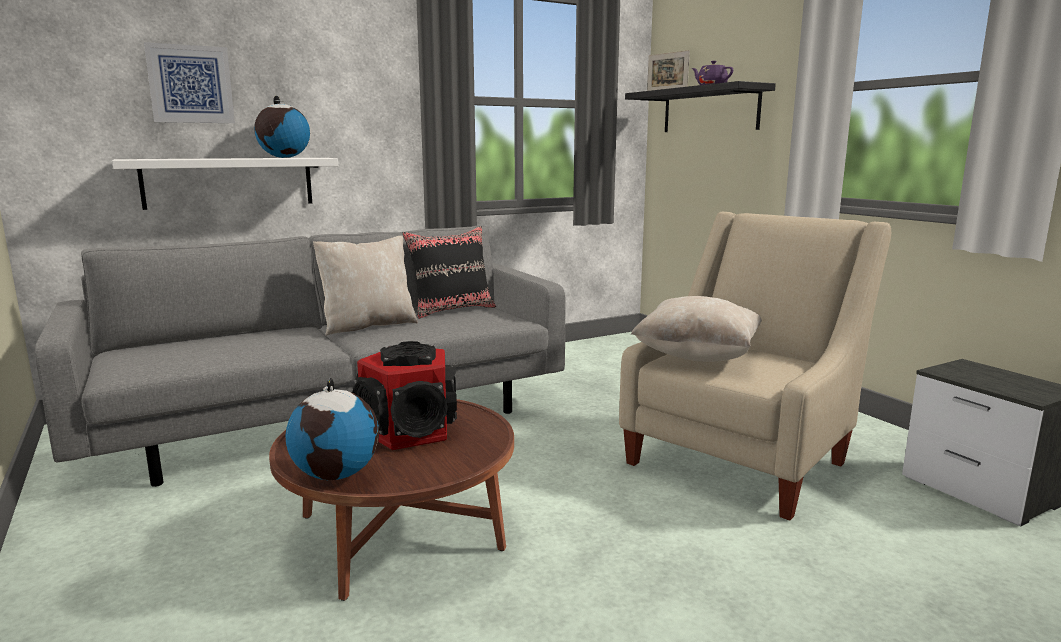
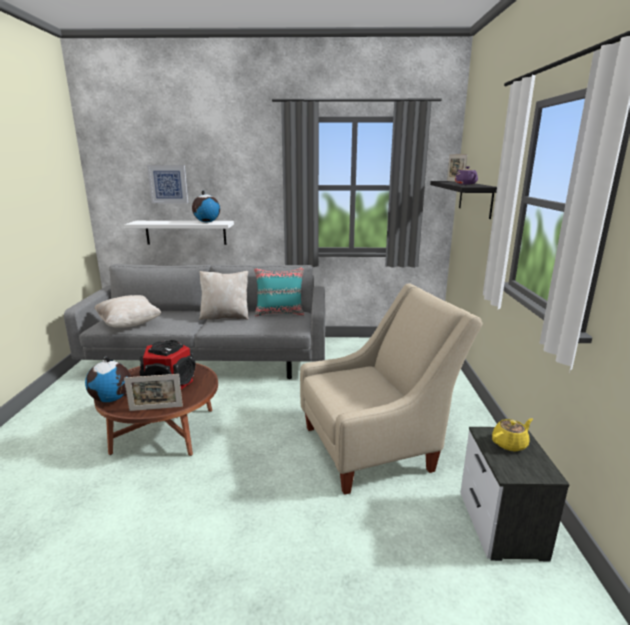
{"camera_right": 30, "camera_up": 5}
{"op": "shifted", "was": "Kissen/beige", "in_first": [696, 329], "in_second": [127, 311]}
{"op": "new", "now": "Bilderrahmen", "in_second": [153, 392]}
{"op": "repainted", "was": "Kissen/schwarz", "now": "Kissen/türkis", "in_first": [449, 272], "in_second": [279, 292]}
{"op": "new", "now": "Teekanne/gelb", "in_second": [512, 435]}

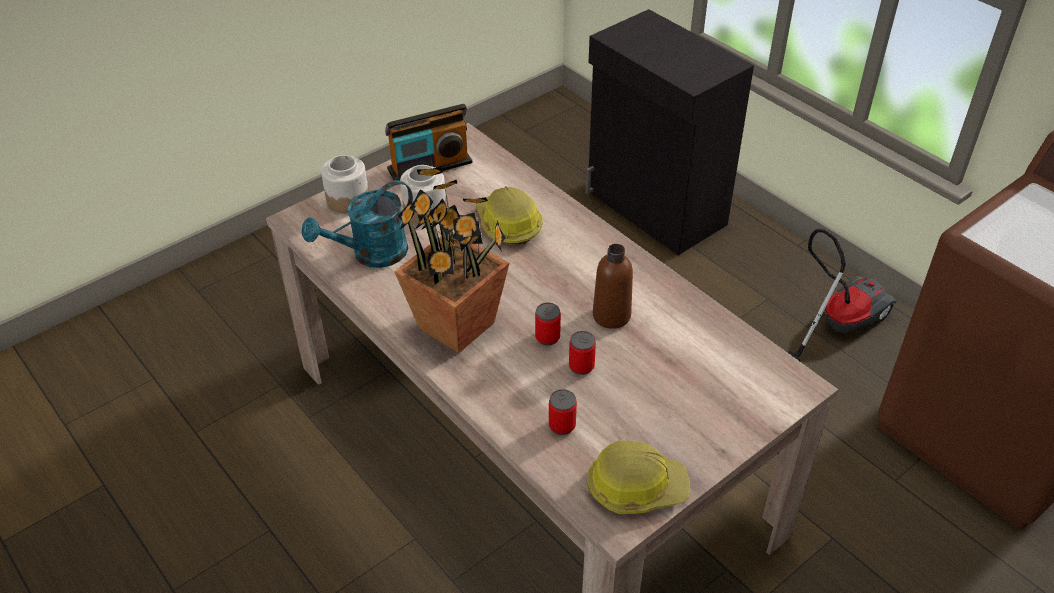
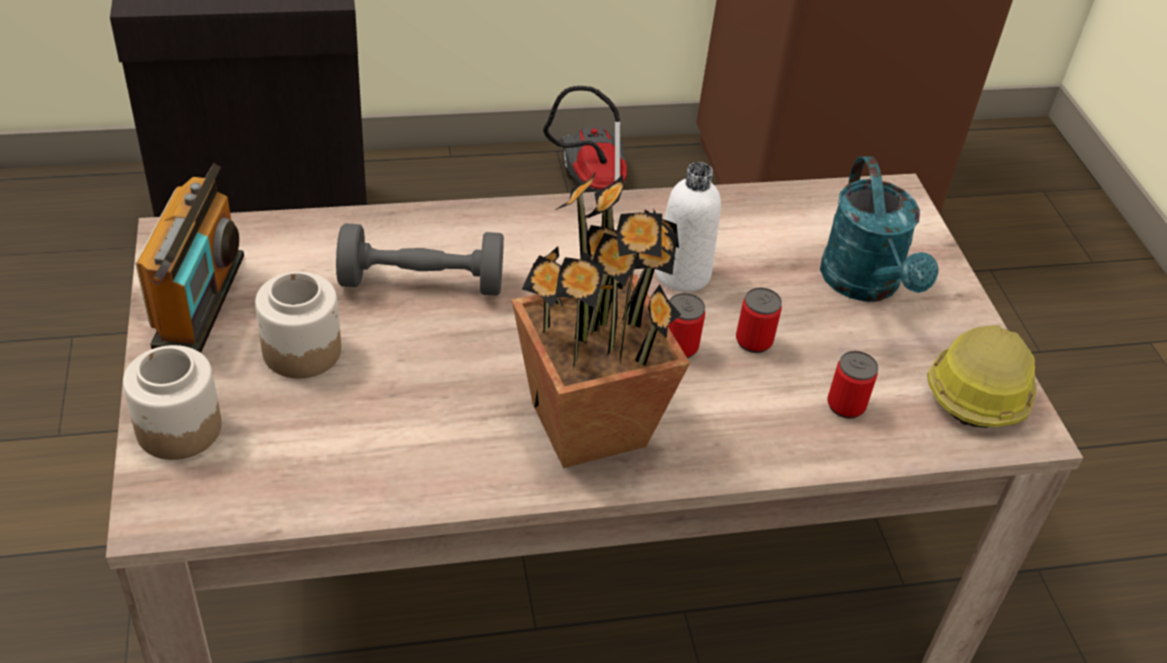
{"camera_right": -65, "camera_up": 0}
{"op": "swapped", "was": "Schutzhelm", "now": "Hantel/grau", "in_first": [509, 215], "in_second": [420, 259]}
{"op": "repainted", "was": "Flasche/braun", "now": "Flasche/weiß", "in_first": [613, 286], "in_second": [688, 227]}
{"op": "shifted", "was": "Gießkanne/türkis", "in_first": [357, 224], "in_second": [879, 229]}

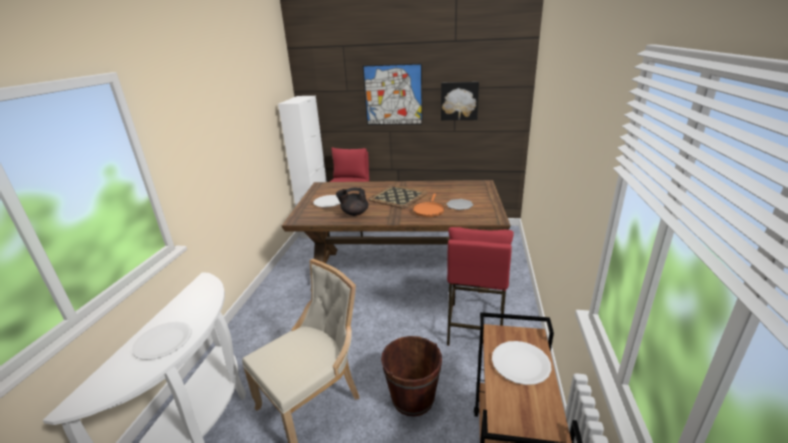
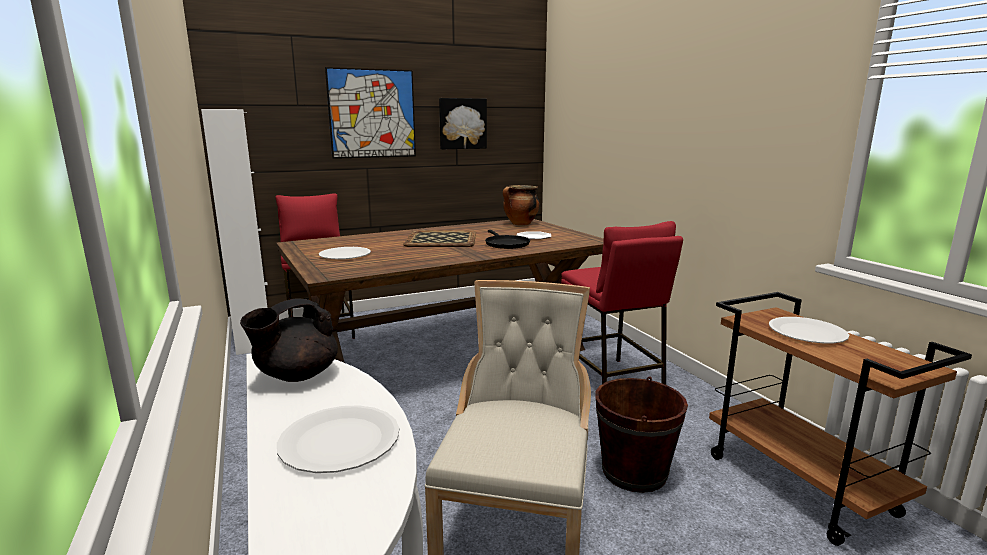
{"camera_right": -35, "camera_up": -10}
{"op": "shifted", "was": "Teekanne/schwarz", "in_first": [352, 201], "in_second": [289, 340]}
{"op": "repainted", "was": "Pfanne/orange", "now": "Pfanne/schwarz", "in_first": [429, 205], "in_second": [507, 239]}
{"op": "new", "now": "Kochtopf", "in_second": [521, 205]}

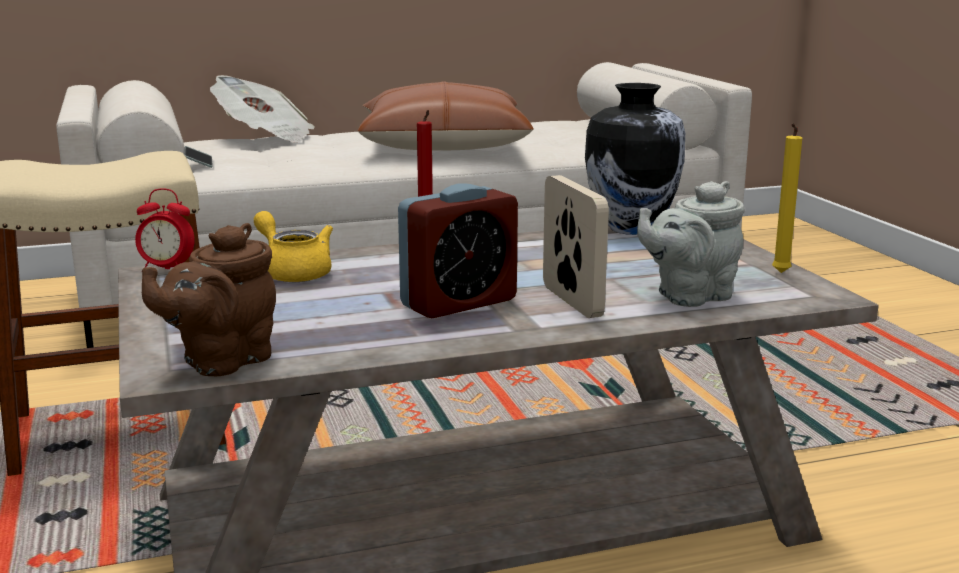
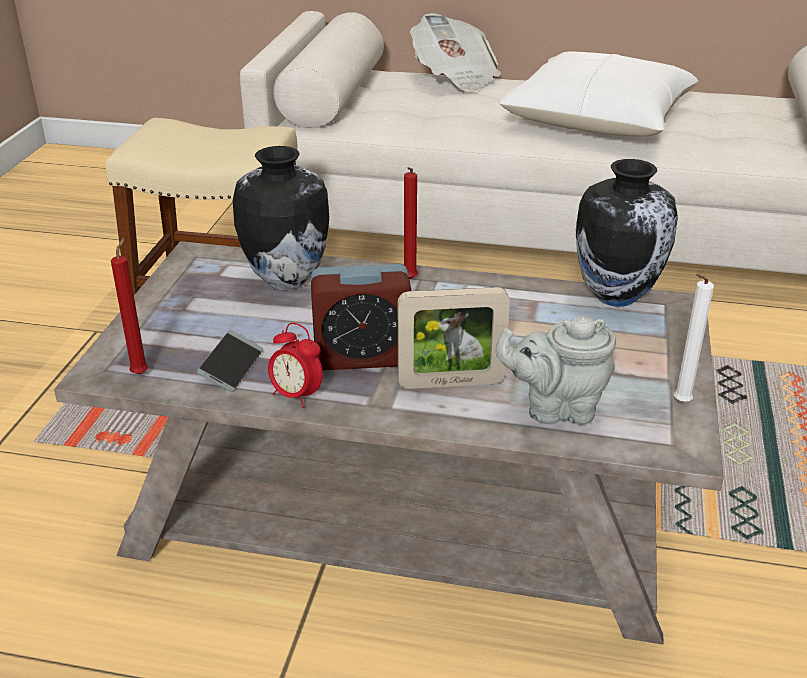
{"camera_right": 30, "camera_up": 15}
{"op": "swapped", "was": "Teekanne/braun", "now": "Kerze/rot", "in_first": [209, 299], "in_second": [129, 306]}
{"op": "shifted", "was": "Handy", "in_first": [198, 157], "in_second": [230, 361]}
{"op": "swapped", "was": "Teekanne/gelb", "now": "Vase", "in_first": [293, 246], "in_second": [281, 218]}
{"op": "shifted", "was": "Wecker", "in_first": [165, 228], "in_second": [295, 365]}
{"op": "rotated", "was": "Bilderrahmen", "in_first": [576, 246], "in_second": [454, 338], "clockwise": 75}
{"op": "repainted", "was": "Kissen/braun", "now": "Kissen/weiß", "in_first": [446, 116], "in_second": [598, 94]}
{"op": "repainted", "was": "Kerze/gelb", "now": "Kerze/weiß", "in_first": [787, 198], "in_second": [694, 338]}

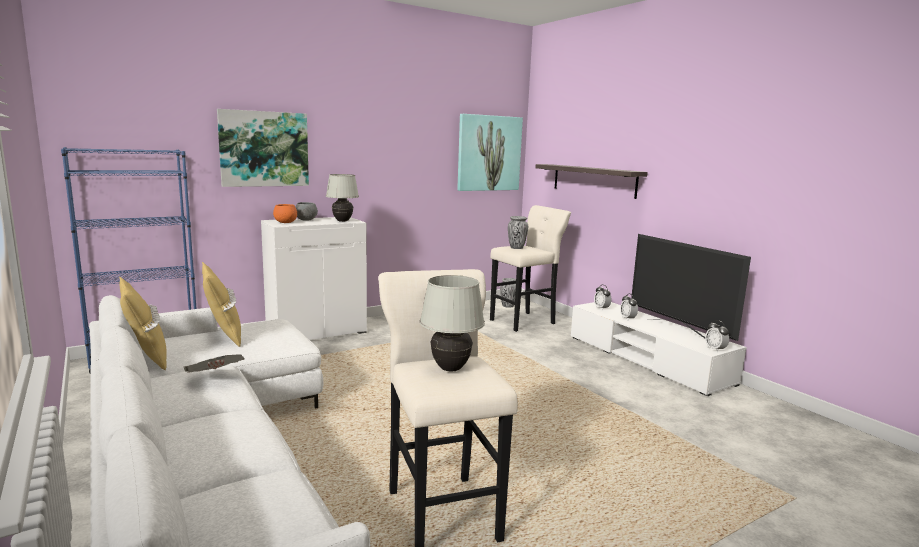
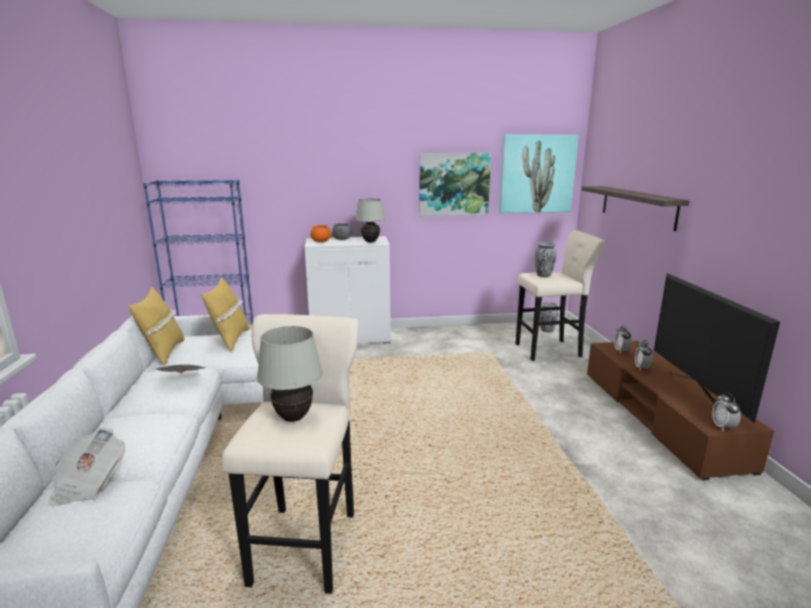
{"camera_right": 25, "camera_up": 5}
{"op": "new", "now": "Zeitung", "in_second": [86, 467]}
{"op": "shifted", "was": "Bild", "in_first": [263, 148], "in_second": [455, 184]}
{"op": "repainted", "was": "Fernsehschrank/weiß", "now": "Fernsehschrank/braun", "in_first": [658, 349], "in_second": [680, 410]}

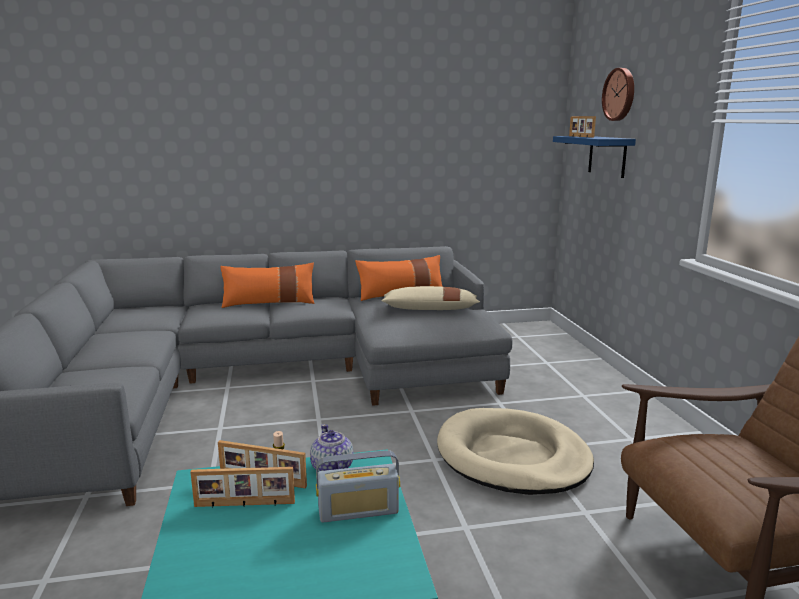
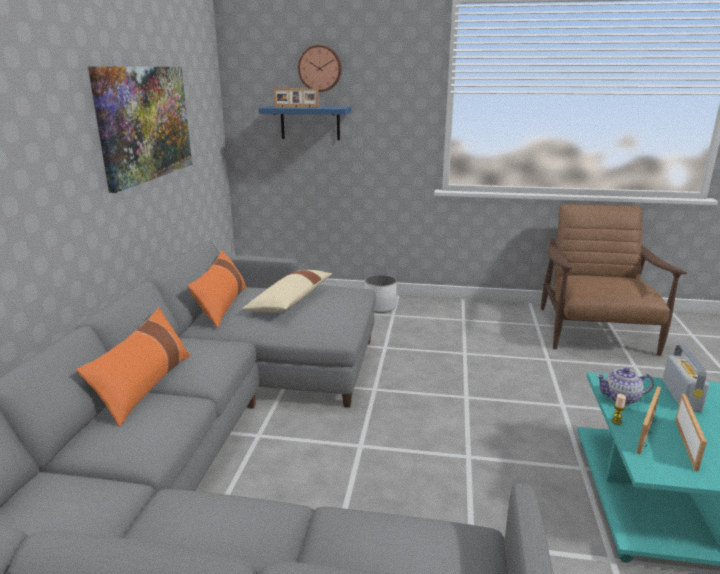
{"camera_right": -70, "camera_up": 5}
{"op": "new", "now": "Bild", "in_second": [140, 129]}
{"op": "new", "now": "Pflanzkübel/weiß", "in_second": [381, 294]}
{"op": "gone", "was": "Hundebett/beige", "in_first": [515, 451]}

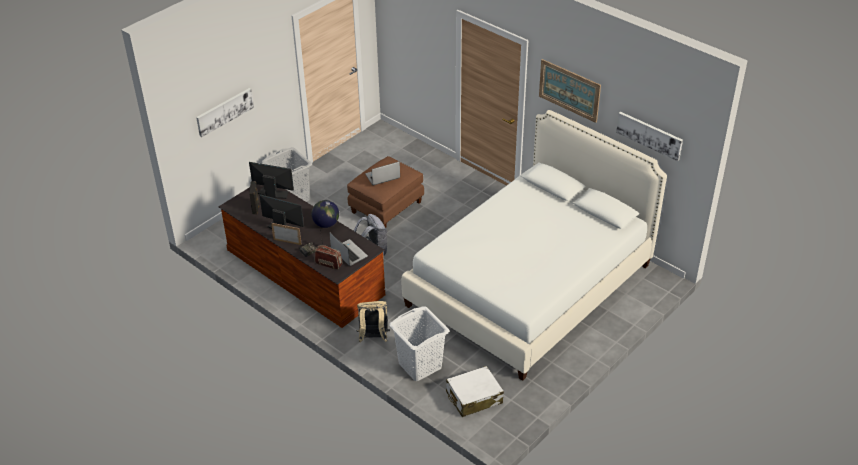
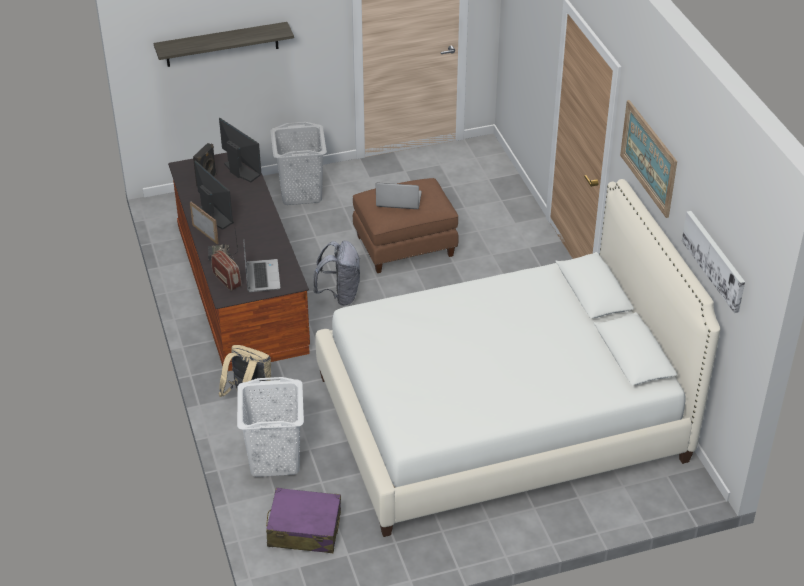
{"camera_right": 30, "camera_up": 0}
{"op": "swapped", "was": "Bild", "now": "Wandregal", "in_first": [225, 112], "in_second": [224, 44]}
{"op": "repainted", "was": "Koffer/weiß", "now": "Koffer/lila", "in_first": [475, 391], "in_second": [303, 520]}
{"op": "gone", "was": "Globus", "in_first": [325, 214]}

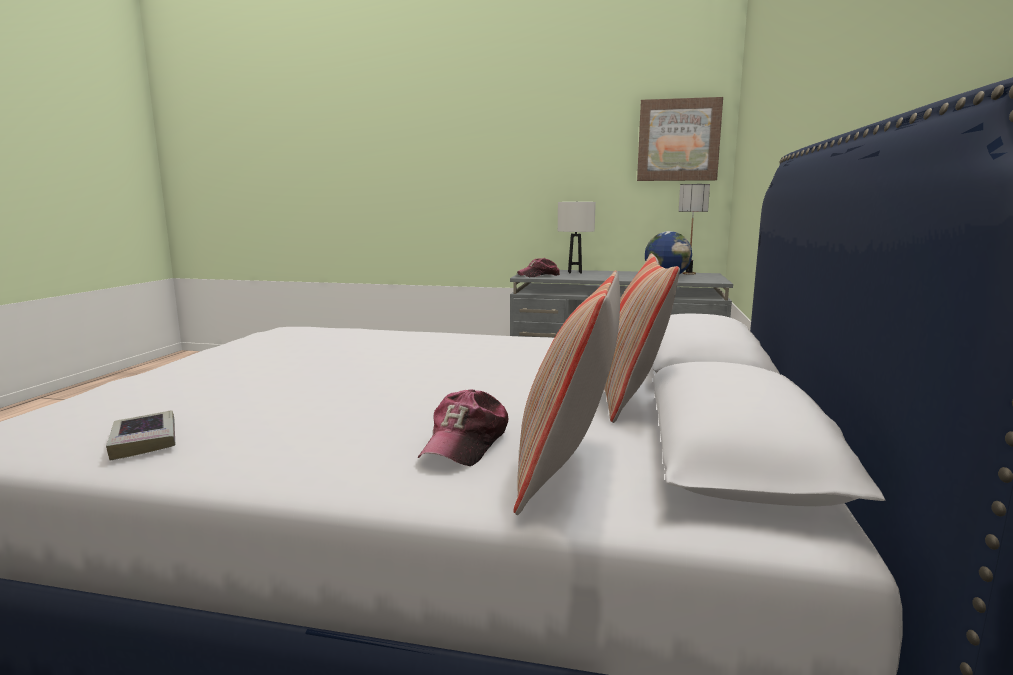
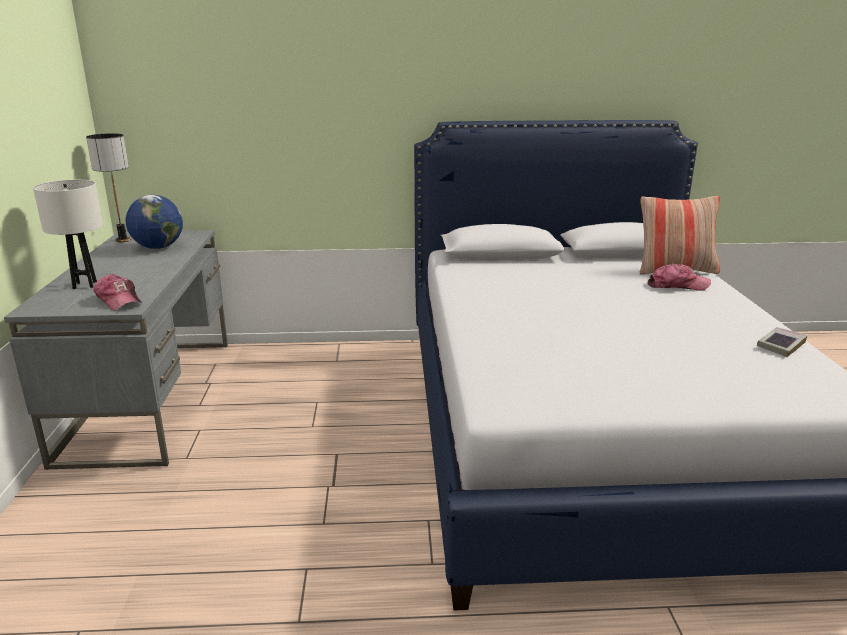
{"camera_right": -105, "camera_up": 10}
{"op": "gone", "was": "Kissen", "in_first": [642, 338]}
{"op": "gone", "was": "Bild", "in_first": [680, 139]}

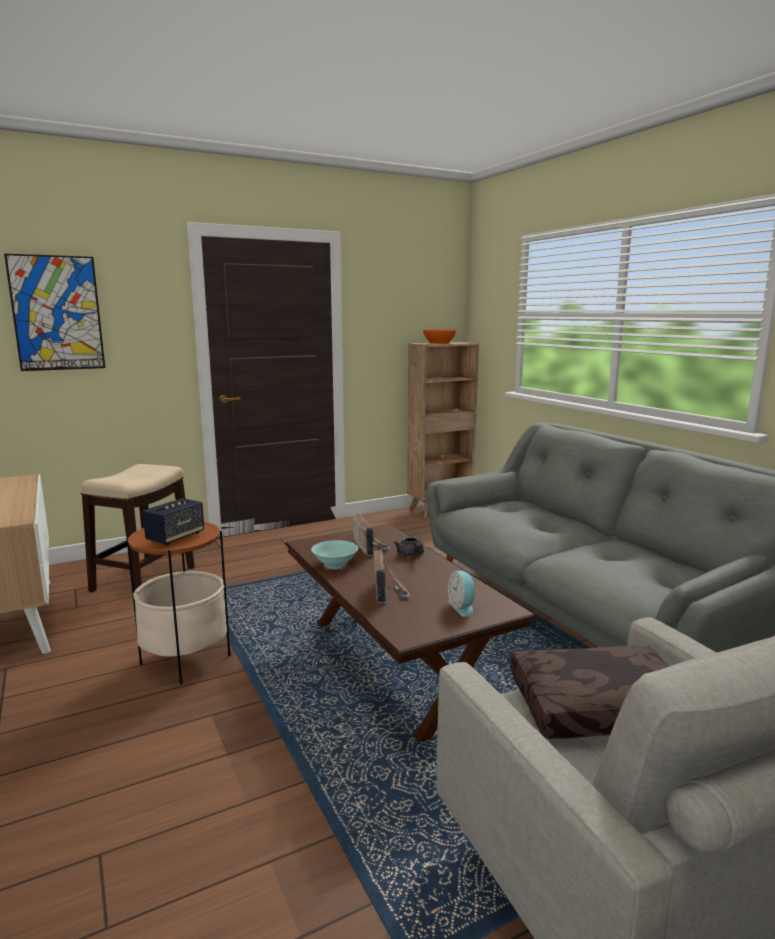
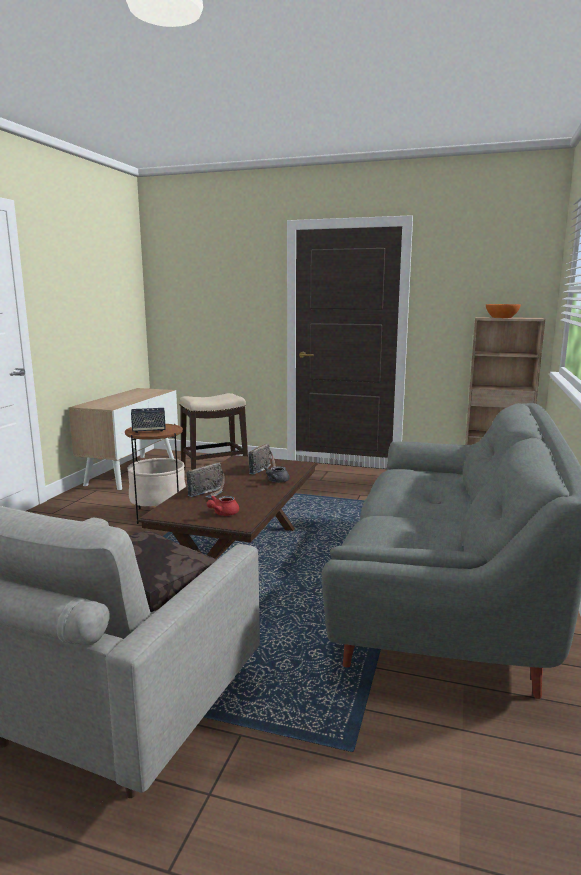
{"camera_right": 45, "camera_up": 0}
{"op": "swapped", "was": "Wecker", "now": "Teekanne/rot", "in_first": [462, 594], "in_second": [223, 506]}
{"op": "gone", "was": "Bild", "in_first": [54, 312]}
{"op": "gone", "was": "Schüssel/türkis", "in_first": [334, 554]}

